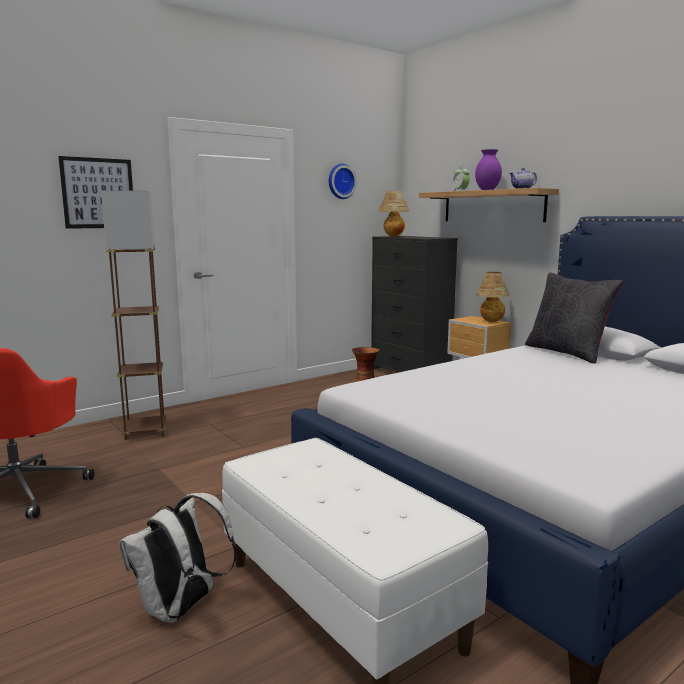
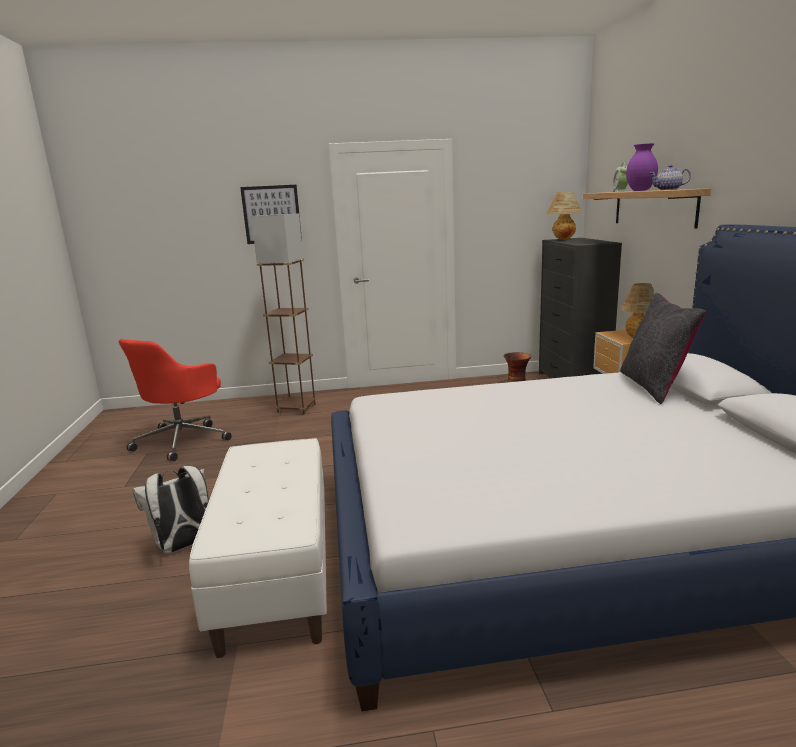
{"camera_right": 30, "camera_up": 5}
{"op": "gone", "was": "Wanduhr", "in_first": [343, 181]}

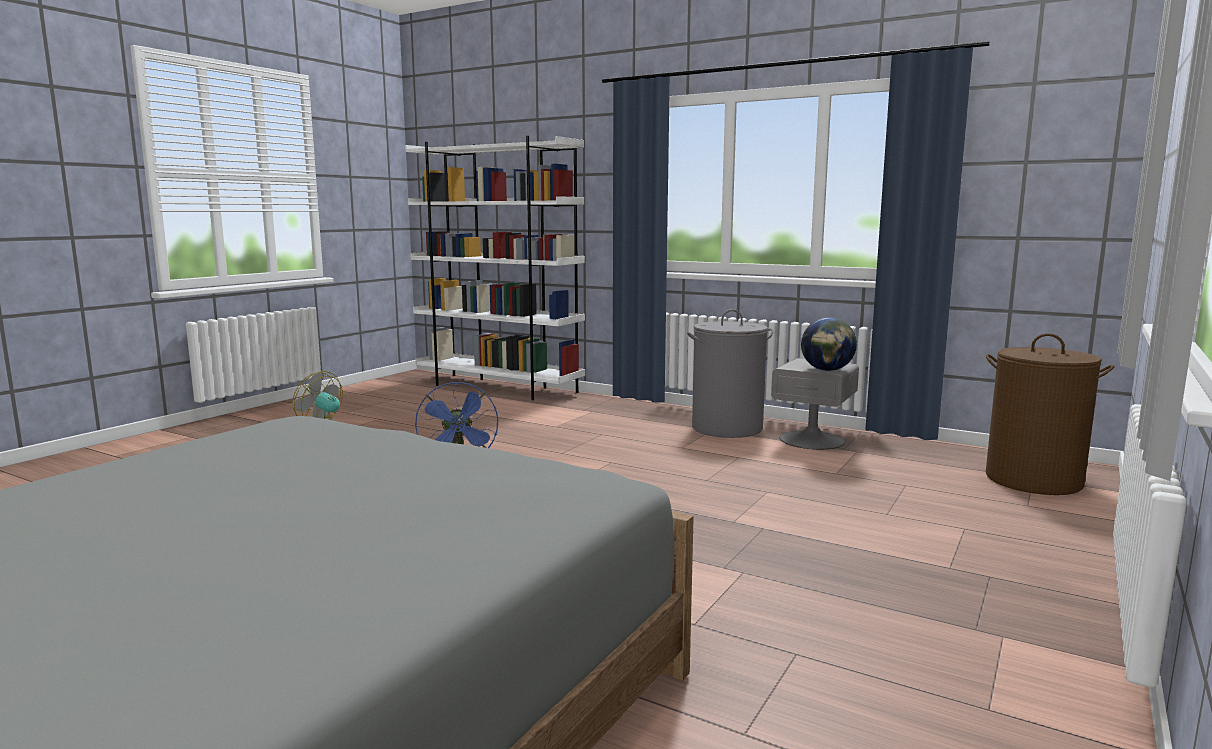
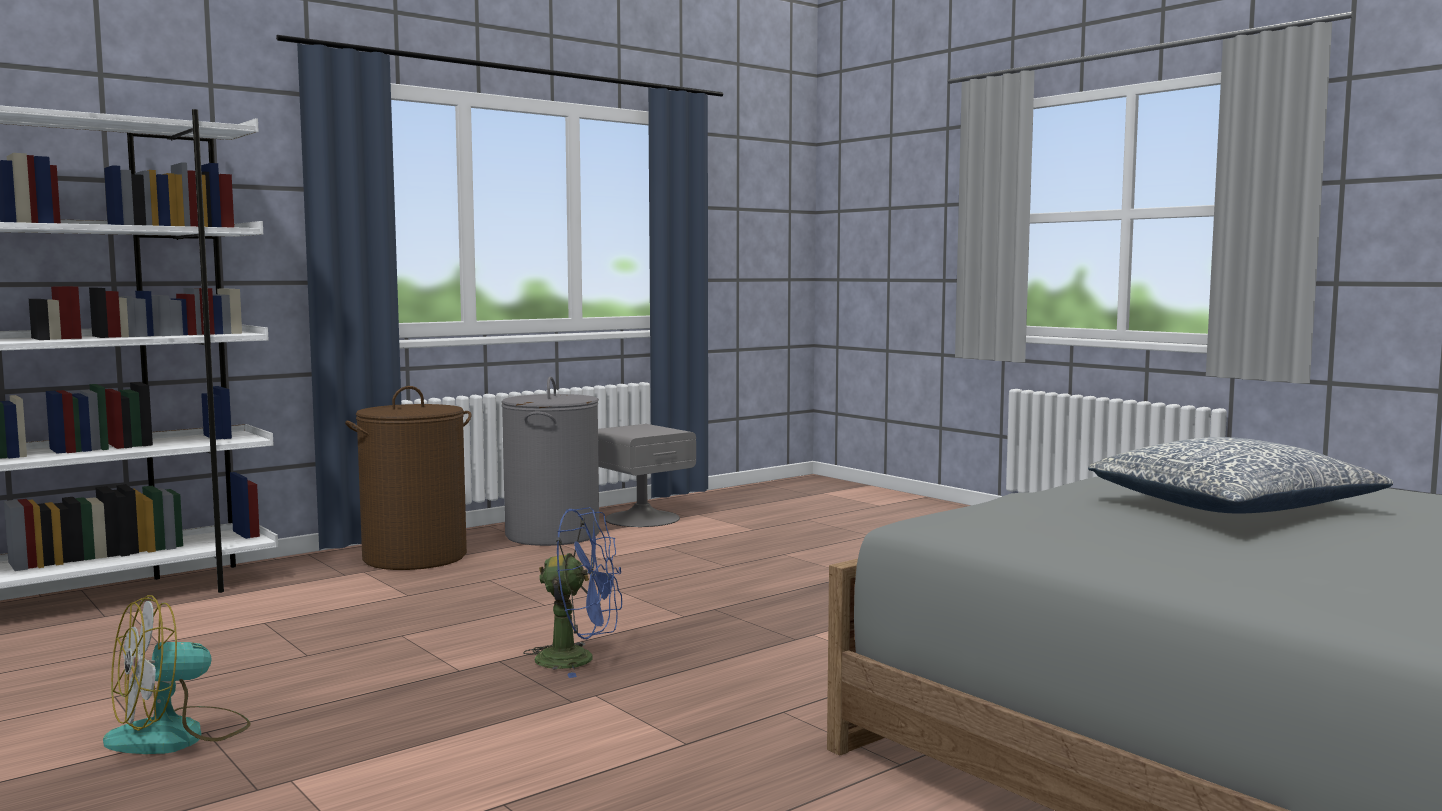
{"camera_right": -70, "camera_up": -5}
{"op": "shifted", "was": "Wäschekorb/braun", "in_first": [1050, 414], "in_second": [408, 478]}
{"op": "new", "now": "Kissen", "in_second": [1240, 475]}
{"op": "gone", "was": "Globus", "in_first": [829, 344]}

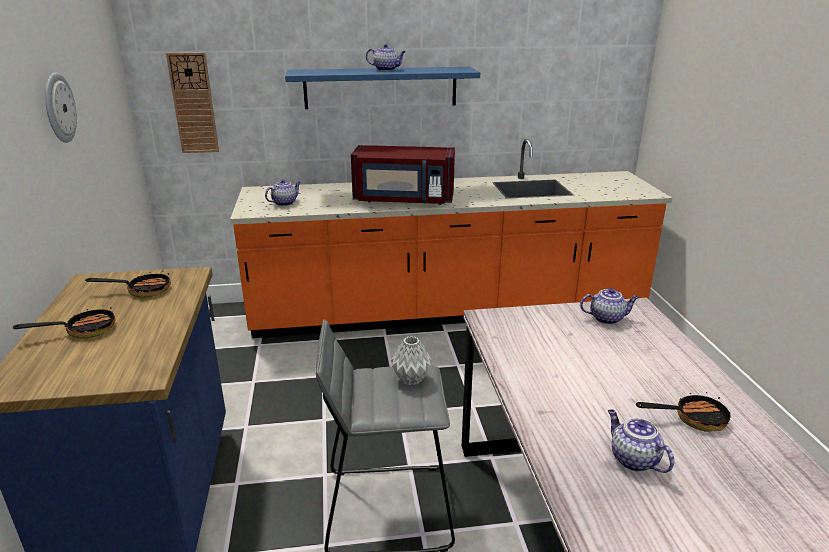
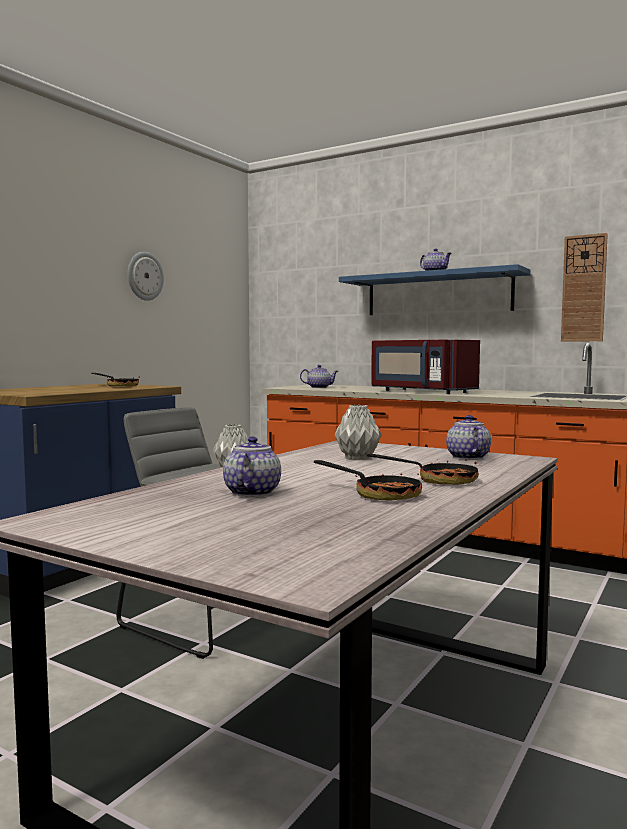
{"camera_right": 40, "camera_up": -20}
{"op": "new", "now": "Vase/grau", "in_second": [358, 432]}
{"op": "shifted", "was": "Pfanne", "in_first": [64, 320], "in_second": [423, 469]}
{"op": "rotated", "was": "Teekanne", "in_first": [609, 306], "in_second": [468, 437], "clockwise": -135}
{"op": "shifted", "was": "Wanduhr", "in_first": [192, 102], "in_second": [584, 287]}

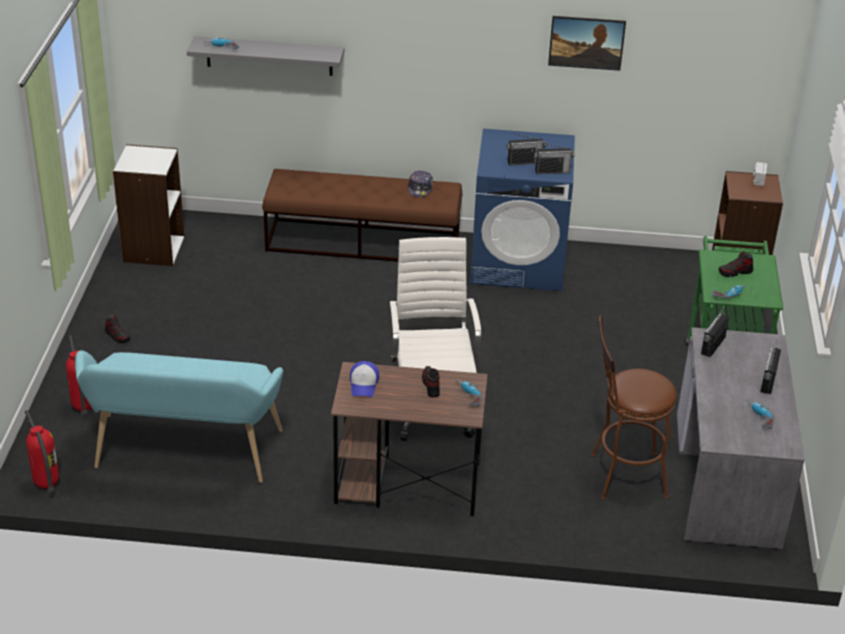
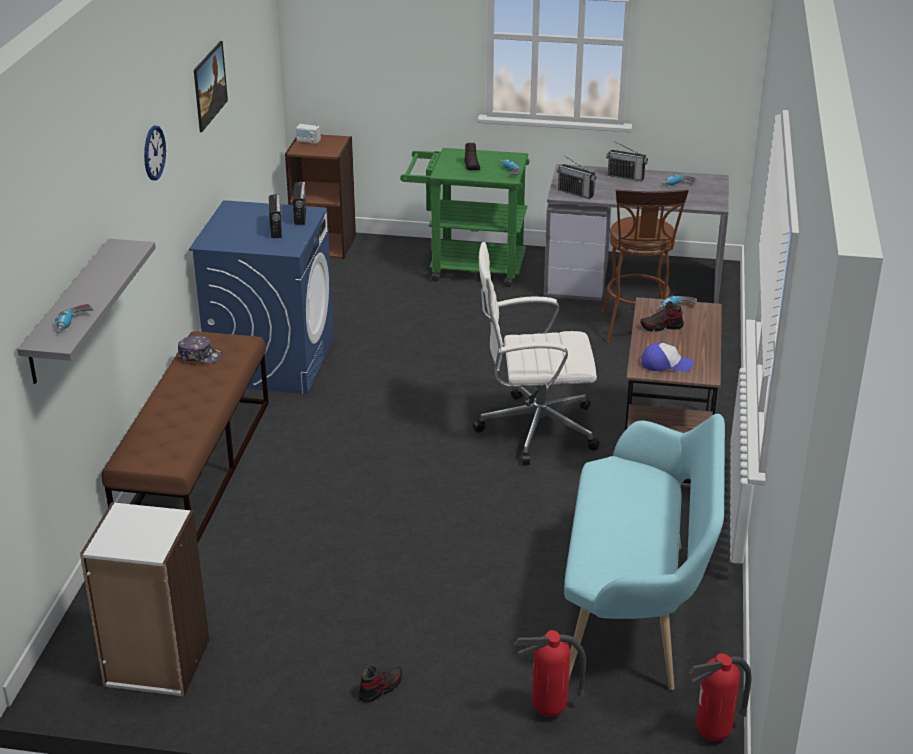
{"camera_right": -85, "camera_up": -5}
{"op": "new", "now": "Wanduhr", "in_second": [155, 153]}

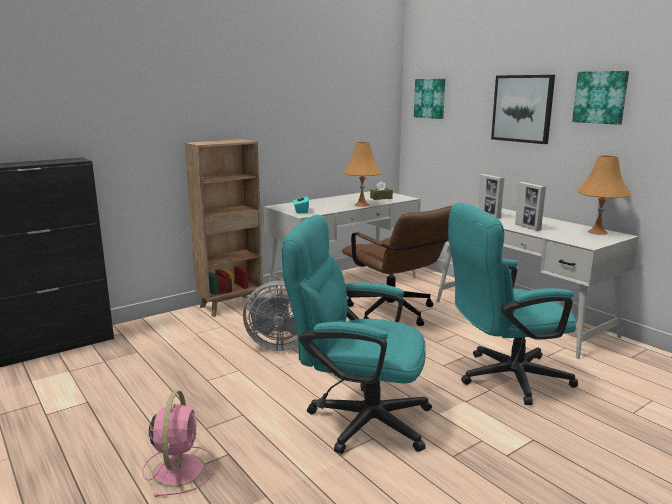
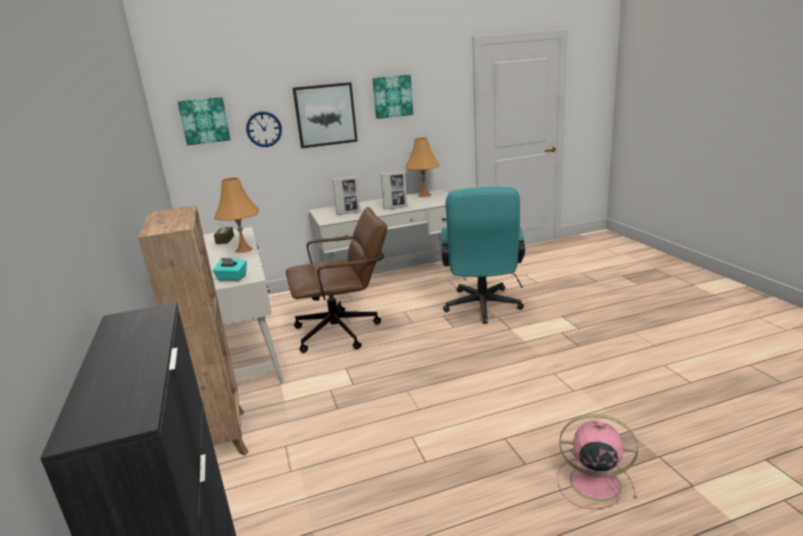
{"camera_right": -70, "camera_up": 5}
{"op": "new", "now": "Wanduhr", "in_second": [264, 129]}
{"op": "gone", "was": "Ventilator/grau", "in_first": [270, 316]}
{"op": "gone", "was": "Bürostuhl/türkis", "in_first": [357, 334]}

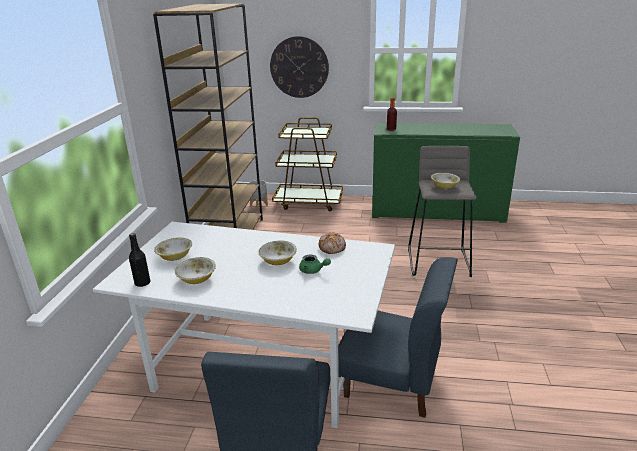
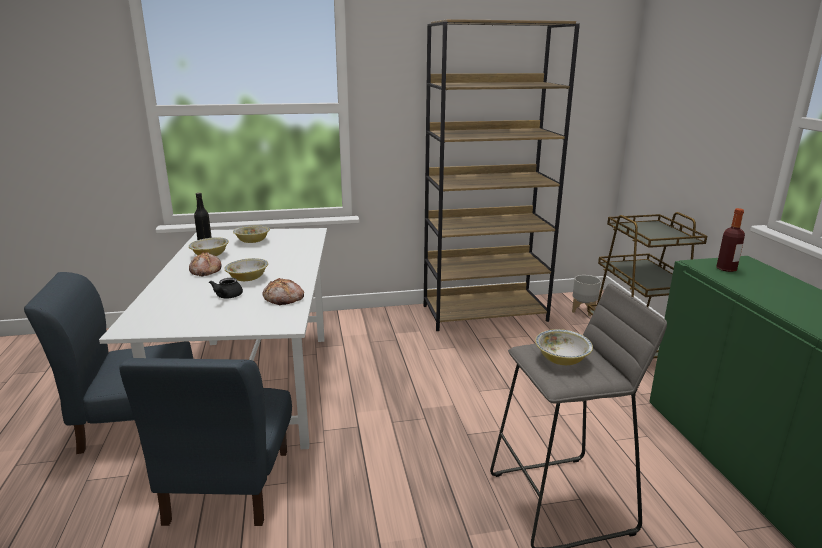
{"camera_right": 70, "camera_up": -5}
{"op": "new", "now": "Brot", "in_second": [205, 264]}
{"op": "repainted", "was": "Teekanne/grün", "now": "Teekanne/schwarz", "in_first": [315, 264], "in_second": [226, 288]}
{"op": "gone", "was": "Wanduhr", "in_first": [299, 67]}

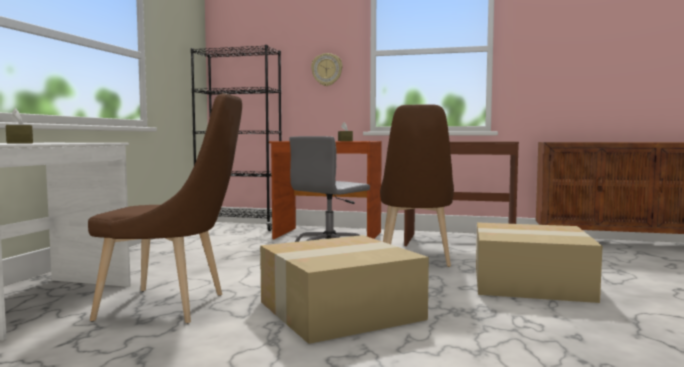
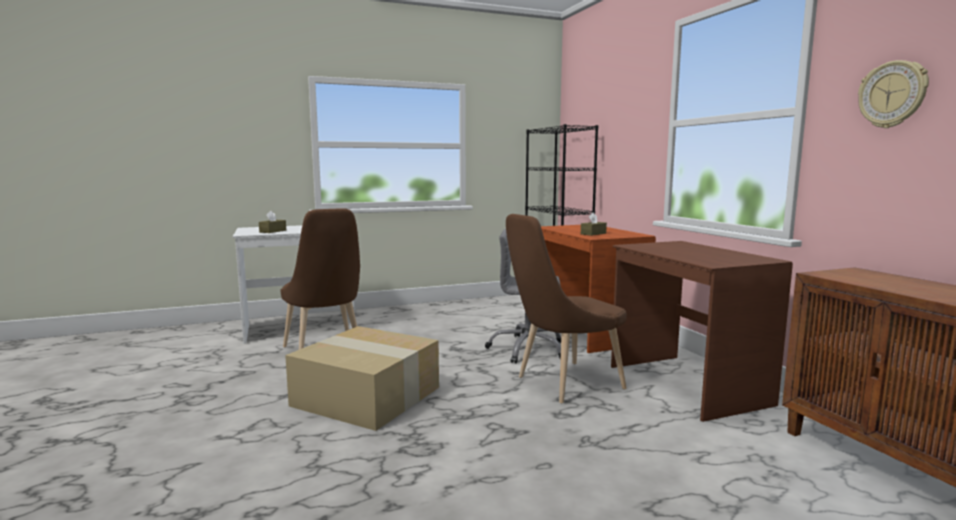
{"camera_right": 55, "camera_up": 5}
{"op": "shifted", "was": "Wanduhr", "in_first": [327, 69], "in_second": [893, 94]}
{"op": "gone", "was": "Karton", "in_first": [539, 262]}

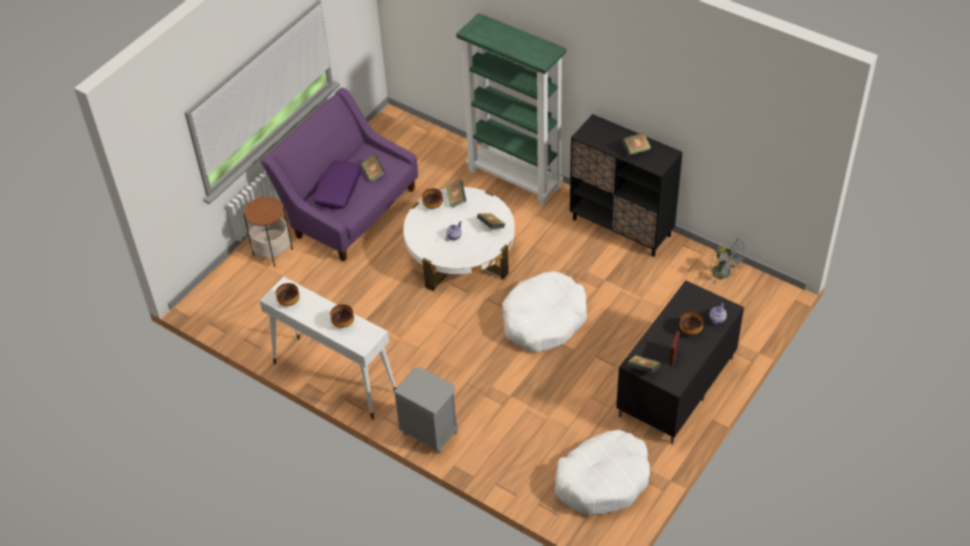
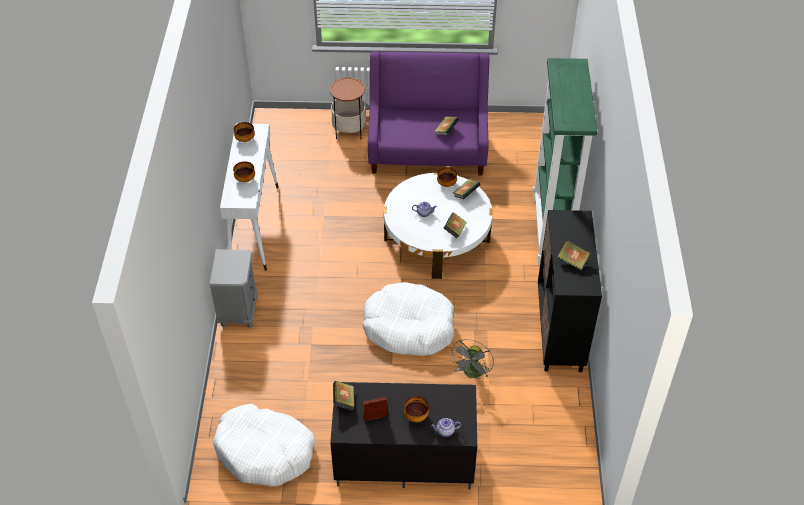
{"camera_right": 55, "camera_up": 0}
{"op": "shifted", "was": "Ventilator/grau", "in_first": [729, 261], "in_second": [472, 358]}
{"op": "gone", "was": "Kissen/lila", "in_first": [337, 184]}

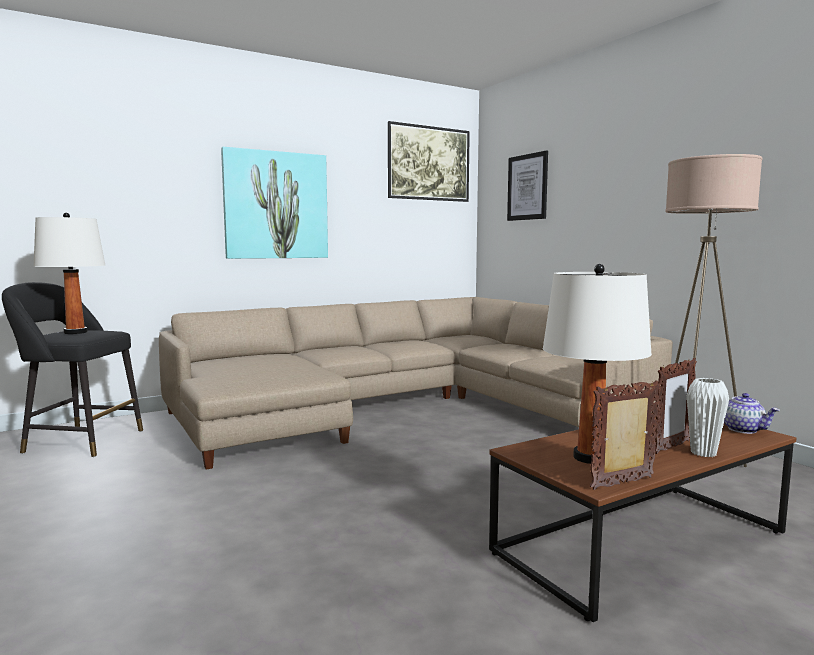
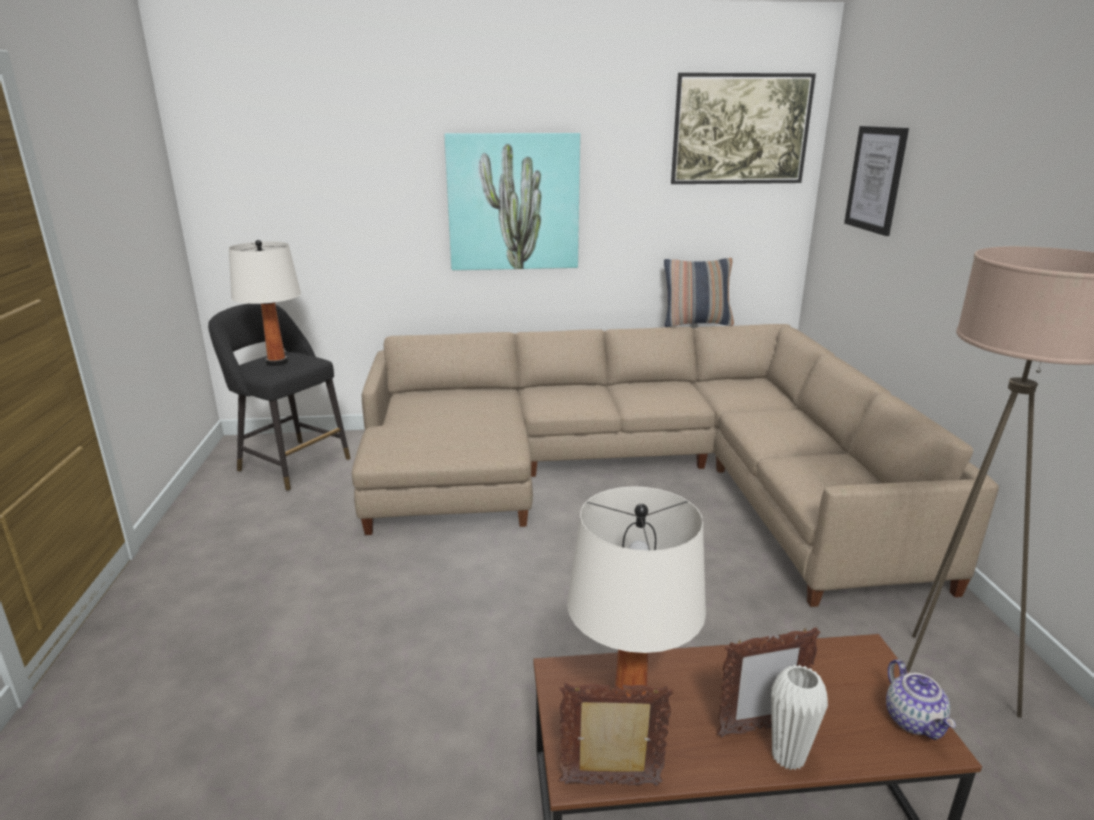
{"camera_right": 25, "camera_up": 15}
{"op": "new", "now": "Kissen", "in_second": [699, 292]}

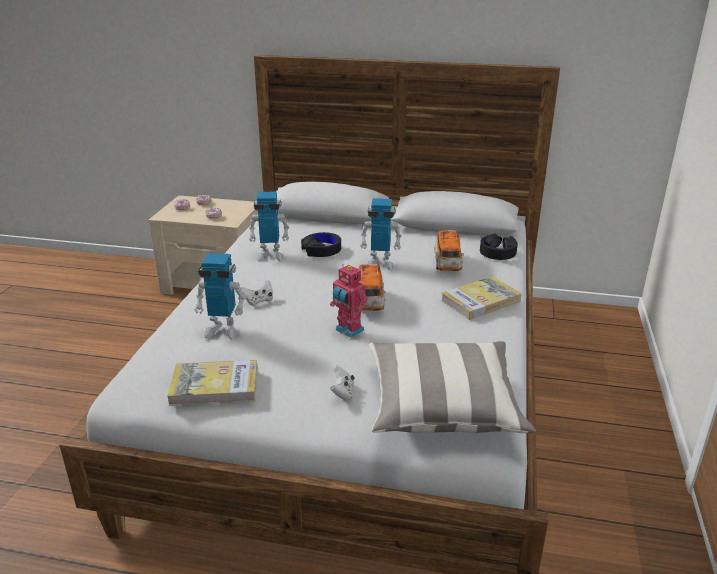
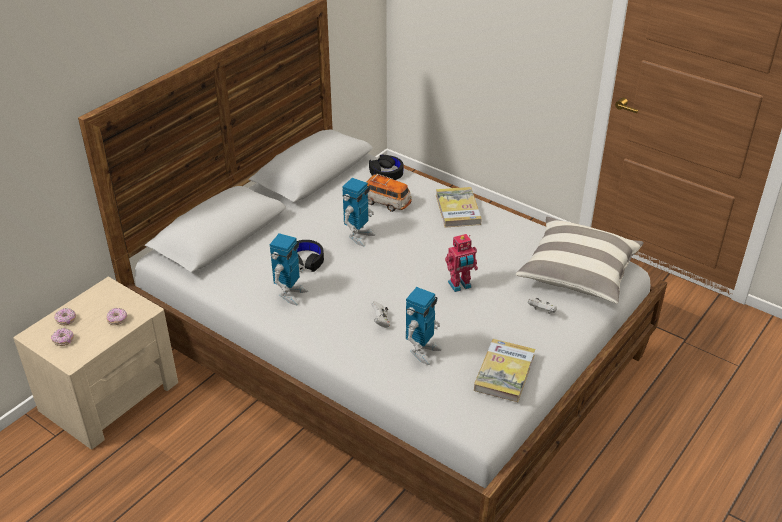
{"camera_right": -65, "camera_up": 10}
{"op": "gone", "was": "Spielzeugauto", "in_first": [372, 287]}

